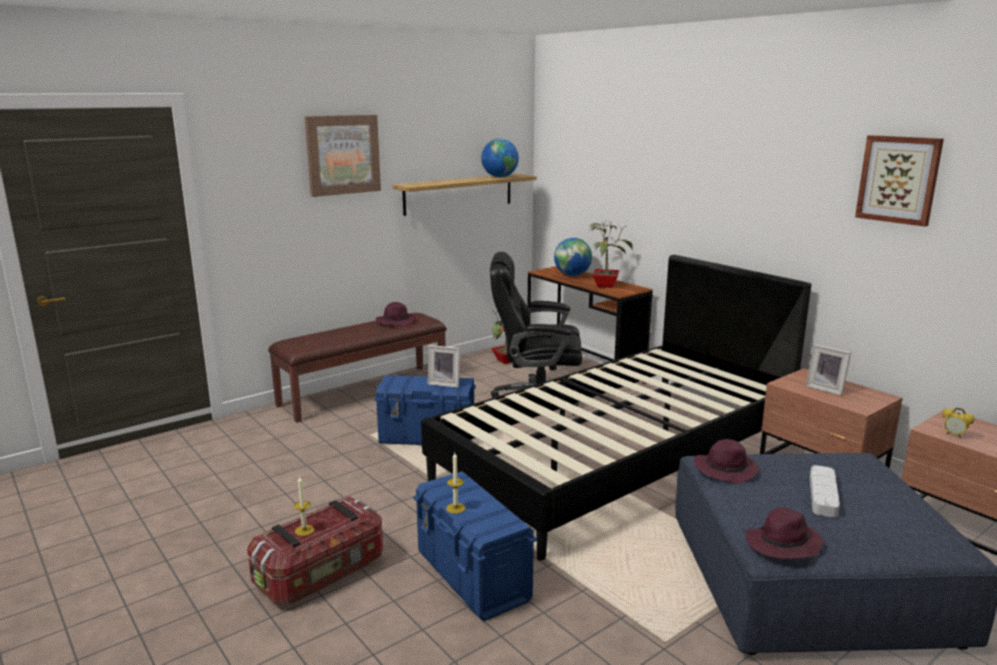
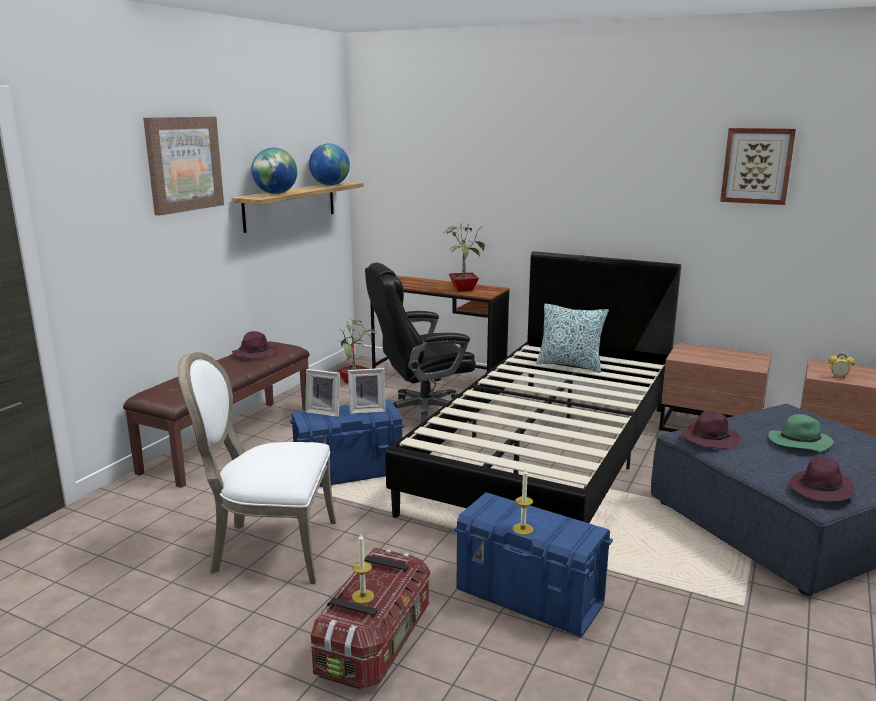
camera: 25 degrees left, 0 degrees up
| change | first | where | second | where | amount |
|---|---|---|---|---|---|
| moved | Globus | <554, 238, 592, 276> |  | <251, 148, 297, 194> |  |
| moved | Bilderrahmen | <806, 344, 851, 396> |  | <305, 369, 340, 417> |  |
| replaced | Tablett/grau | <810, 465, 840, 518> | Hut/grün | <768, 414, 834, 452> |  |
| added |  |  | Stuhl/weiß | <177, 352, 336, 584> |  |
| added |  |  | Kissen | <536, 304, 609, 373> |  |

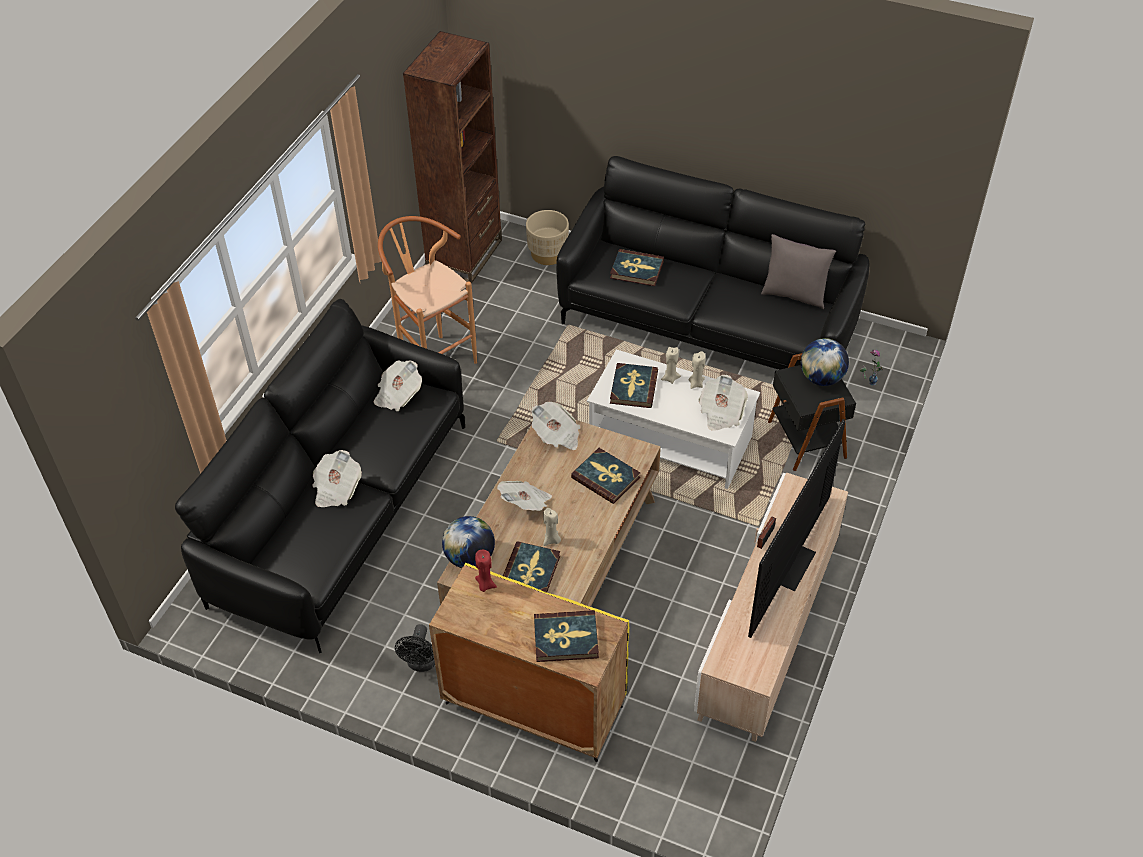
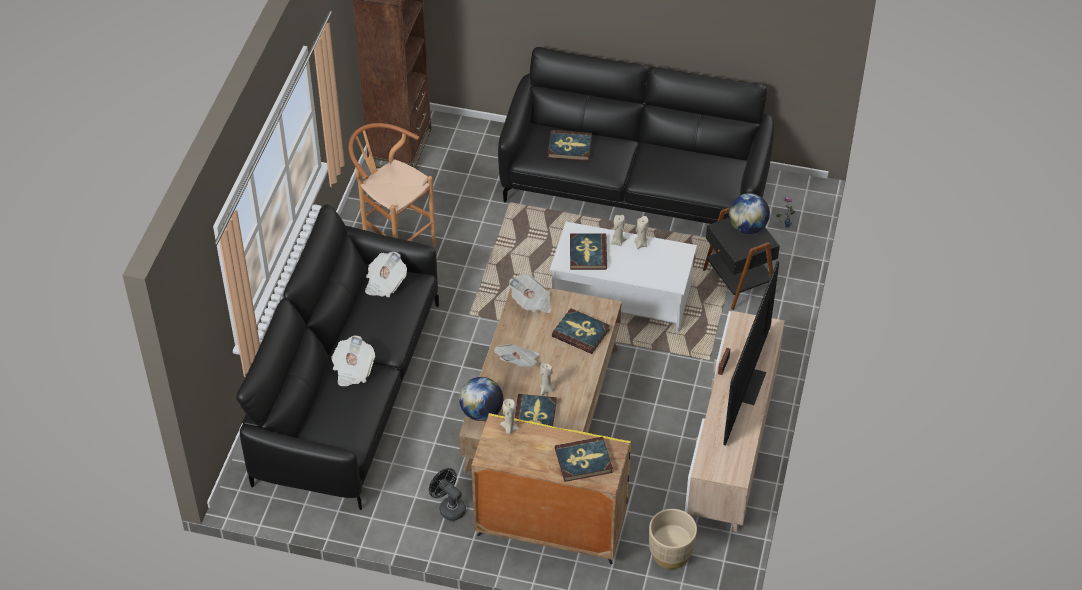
camera: 10 degrees left, 0 degrees up
| change | first | where | second | where | amount |
|---|---|---|---|---|---|
| turned | Ventilator/schwarz | <395, 624, 435, 672> |  | <429, 468, 466, 521> | 135 degrees clockwise |
| recoloured | Kerze/rot | <475, 550, 497, 592> | Kerze/beige | <500, 399, 519, 434> |  |
| moved | Pflanzkübel/beige | <526, 210, 569, 265> |  | <649, 509, 697, 569> |  |
| removed | Zeitung | <699, 375, 748, 431> |  |  |  |
| removed | Kissen/grau | <761, 234, 836, 309> |  |  |  |

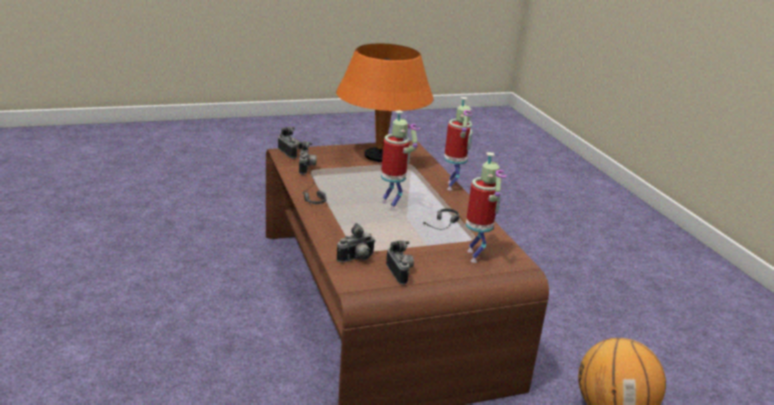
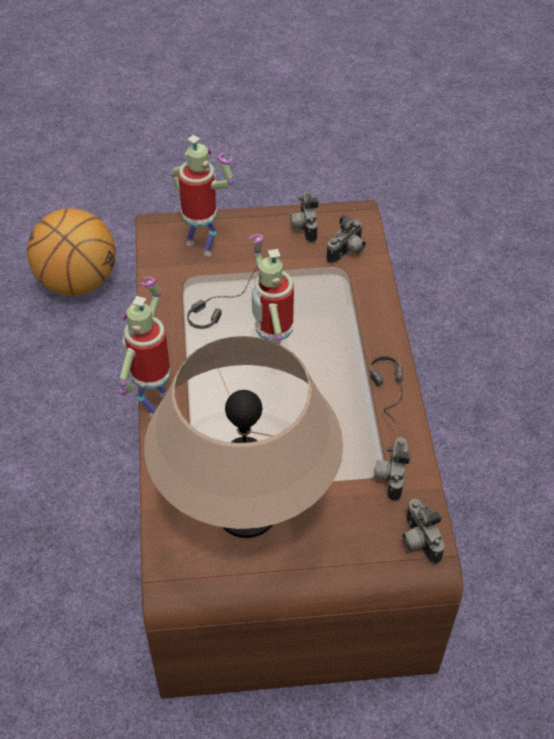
camera: 165 degrees left, 25 degrees up
| change | first | where | second | where | amount |
|---|---|---|---|---|---|
| recoloured | Tischlampe/orange | <336, 44, 434, 162> | Tischlampe/beige | <144, 336, 343, 538> |  |
| turned | Kamera | <336, 223, 376, 262> |  | <326, 214, 366, 264> | 150 degrees clockwise |
| turned | Spielzeugroboter | <466, 152, 507, 263> |  | <170, 135, 234, 257> | 120 degrees clockwise |

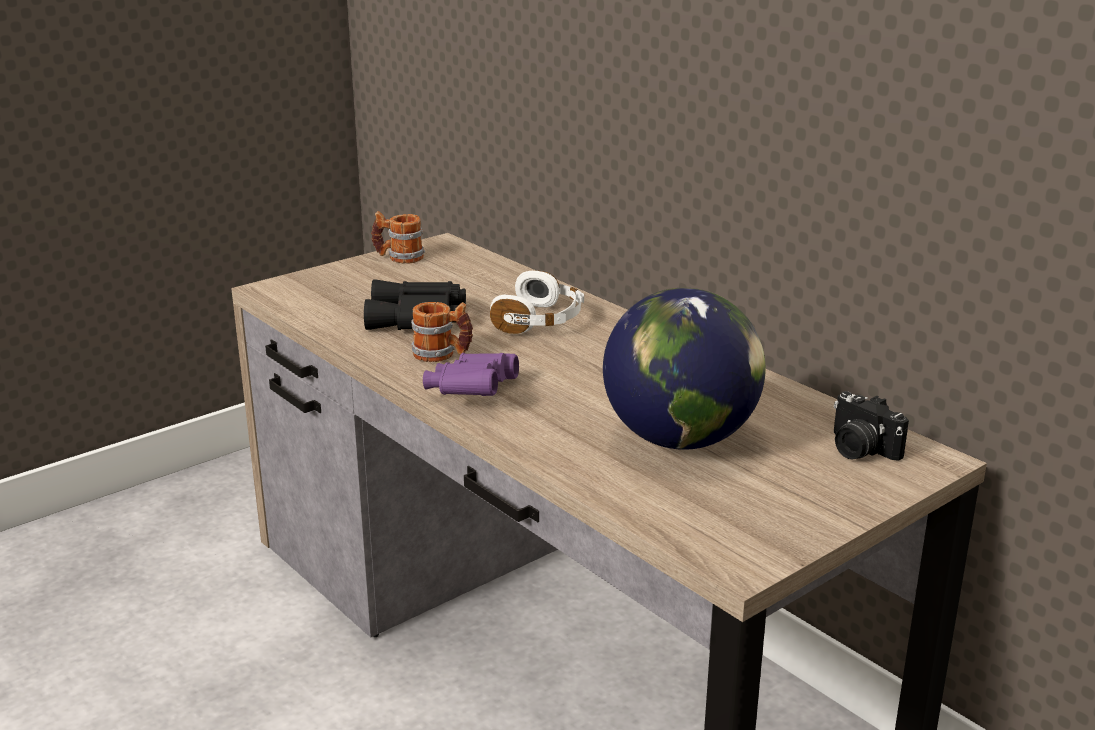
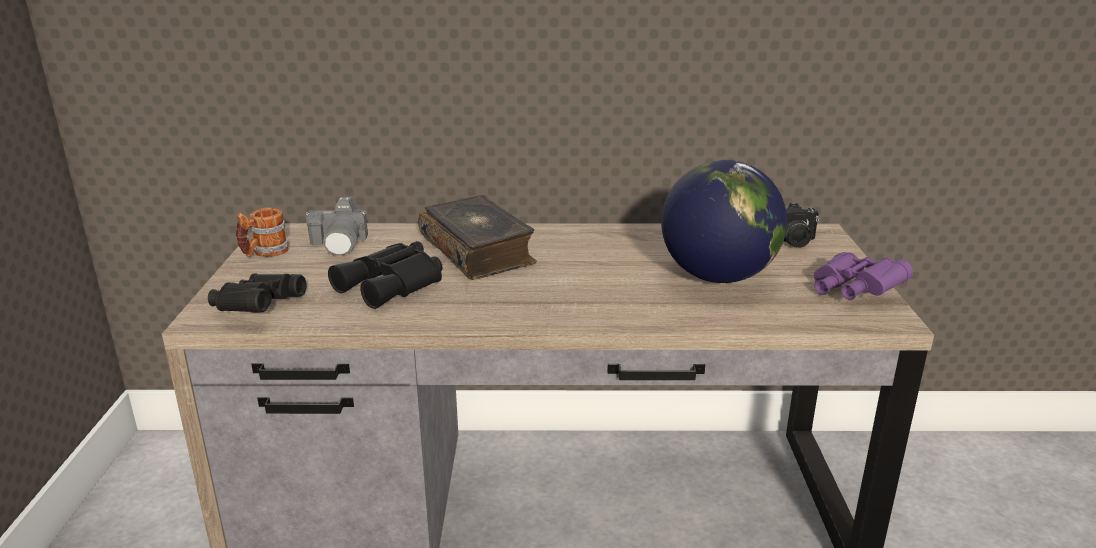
camera: 50 degrees left, 0 degrees up
| change | first | where | second | where | amount |
|---|---|---|---|---|---|
| removed | Henkelbecher | <411, 302, 473, 362> |  |  |  |
| moved | Fernglas/lila | <423, 353, 519, 396> |  | <814, 252, 913, 300> |  |
| replaced | Kopfhörer/weiß | <490, 271, 584, 334> | Buch | <418, 195, 537, 280> |  |
| added |  |  | Fernglas/schwarz | <208, 273, 307, 313> |  |
| added |  |  | Kamera | <306, 197, 368, 255> |  |

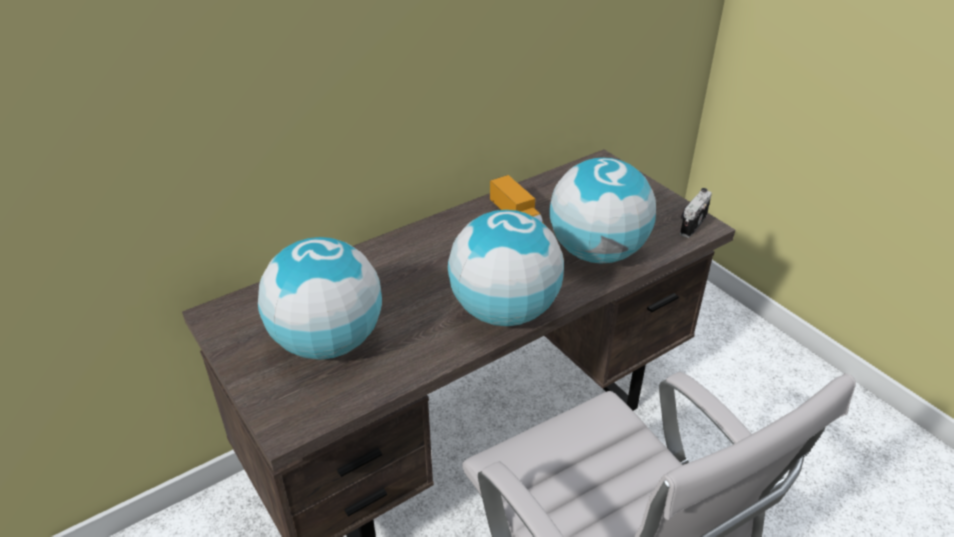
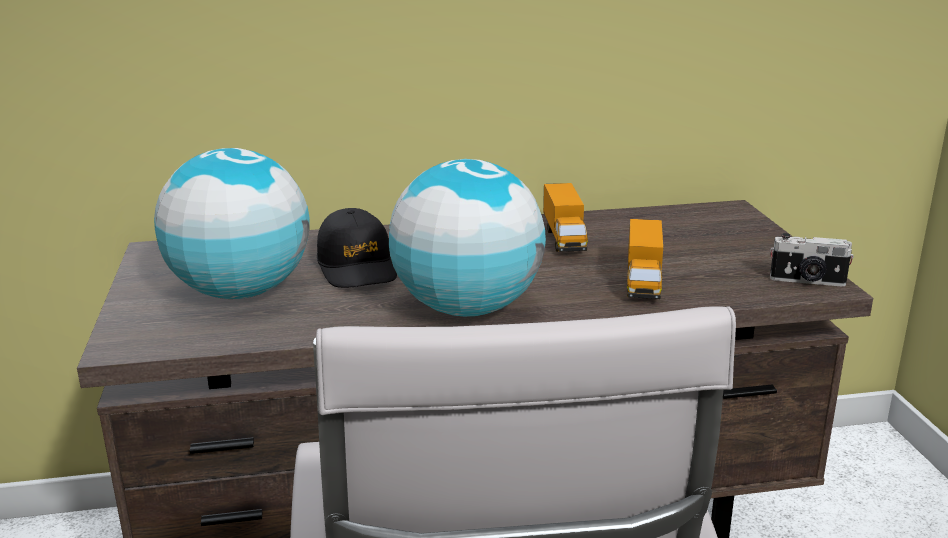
camera: 25 degrees right, 15 degrees down
| change | first | where | second | where | amount |
|---|---|---|---|---|---|
| replaced | Globus | <549, 157, 656, 264> | Spielzeuglaster | <627, 219, 663, 299> |  |
| turned | Kamera | <680, 188, 712, 238> |  | <770, 233, 854, 287> | 135 degrees counterclockwise |
| added |  |  | Kappe/schwarz | <317, 208, 397, 288> |  |

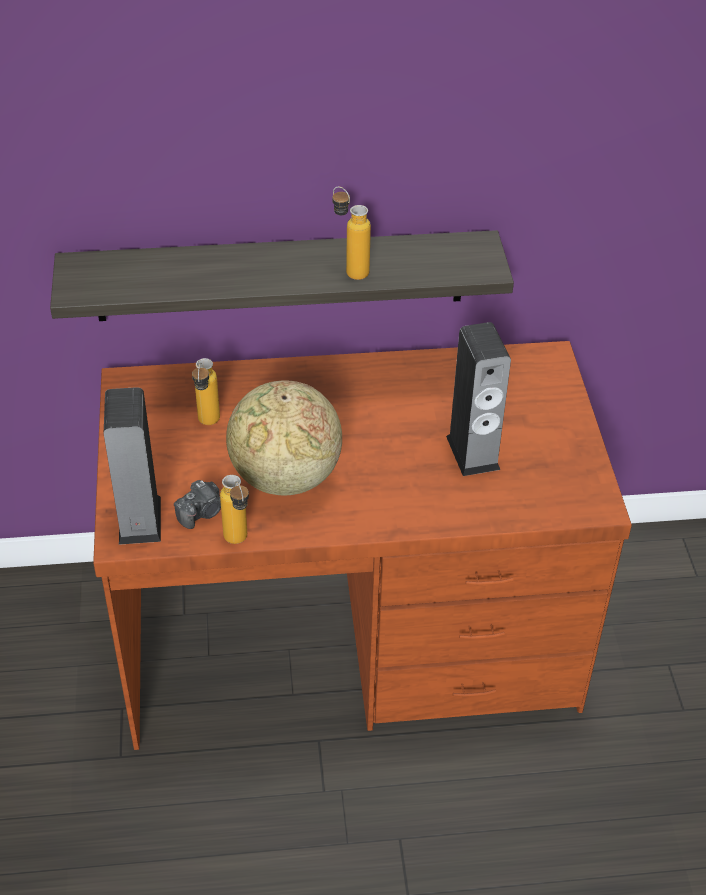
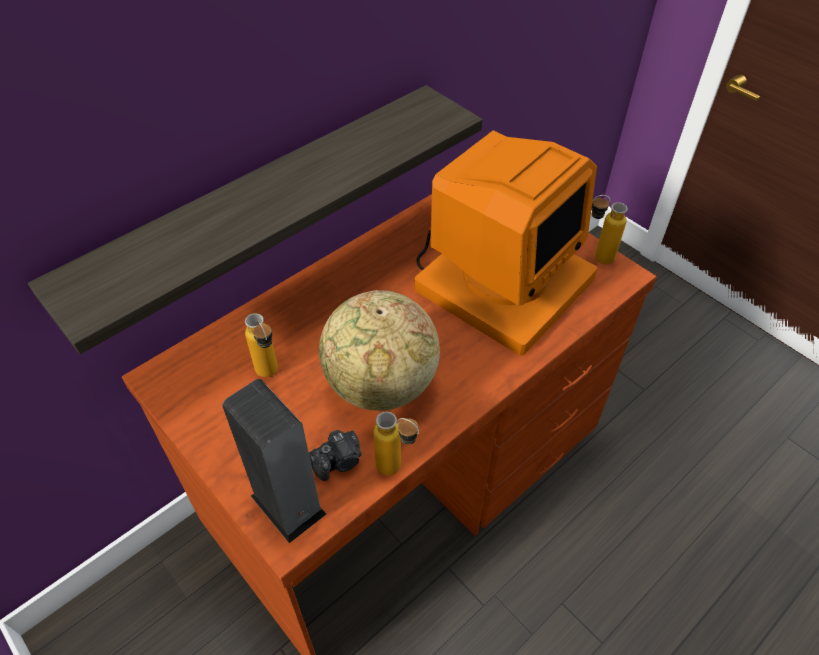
camera: 35 degrees left, 5 degrees up
| change | first | where | second | where | amount |
|---|---|---|---|---|---|
| turned | Kamera | <174, 480, 221, 529> |  | <309, 430, 361, 481> | 45 degrees clockwise |
| moved | Flasche | <333, 187, 371, 280> |  | <592, 195, 628, 265> |  |
| replaced | Lautsprecher | <446, 322, 511, 476> | Monitor | <414, 130, 597, 356> |  |

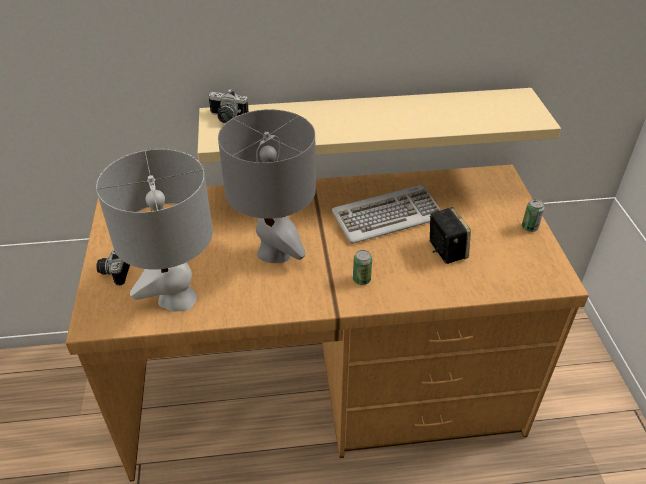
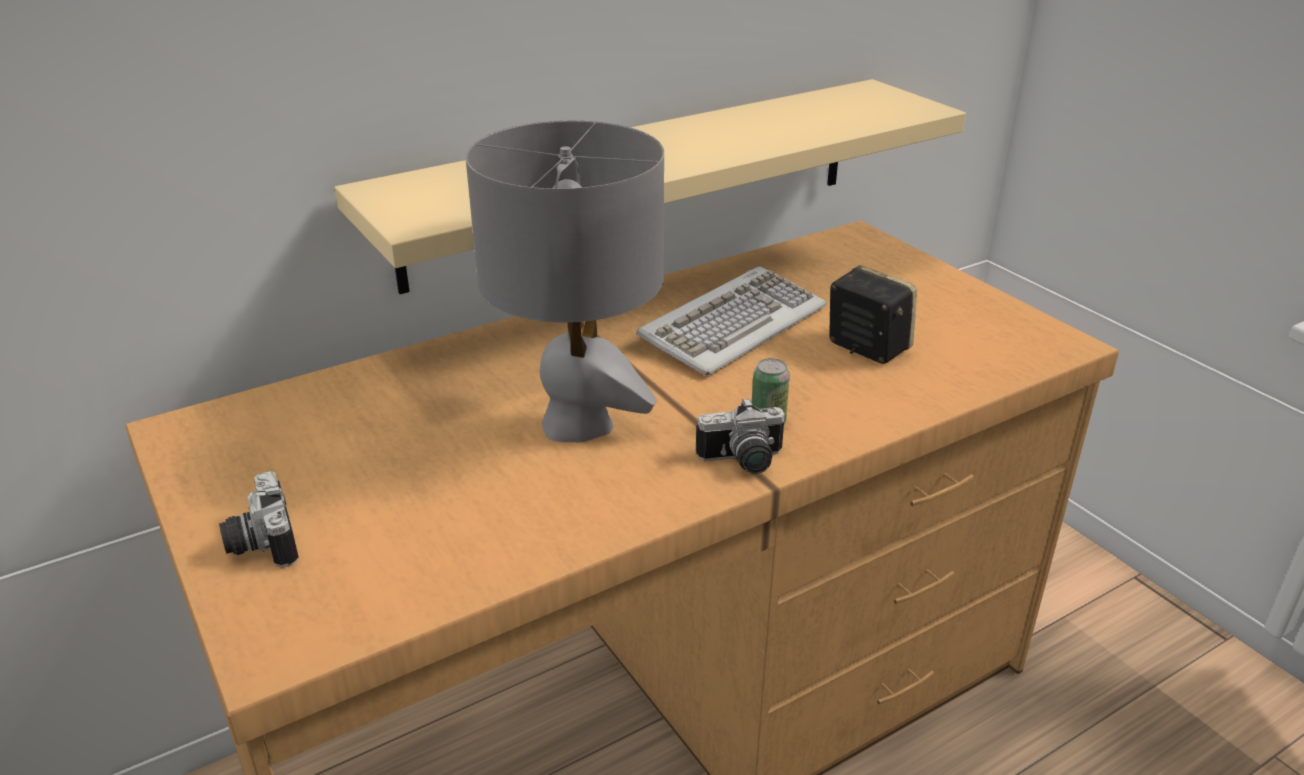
camera: 25 degrees left, 10 degrees down
| change | first | where | second | where | amount |
|---|---|---|---|---|---|
| removed | Tischlampe/grau | <96, 149, 213, 312> |  |  |  |
| moved | Kamera | <208, 89, 249, 123> |  | <696, 398, 785, 474> |  |
| removed | Dose | <522, 199, 545, 232> |  |  |  |

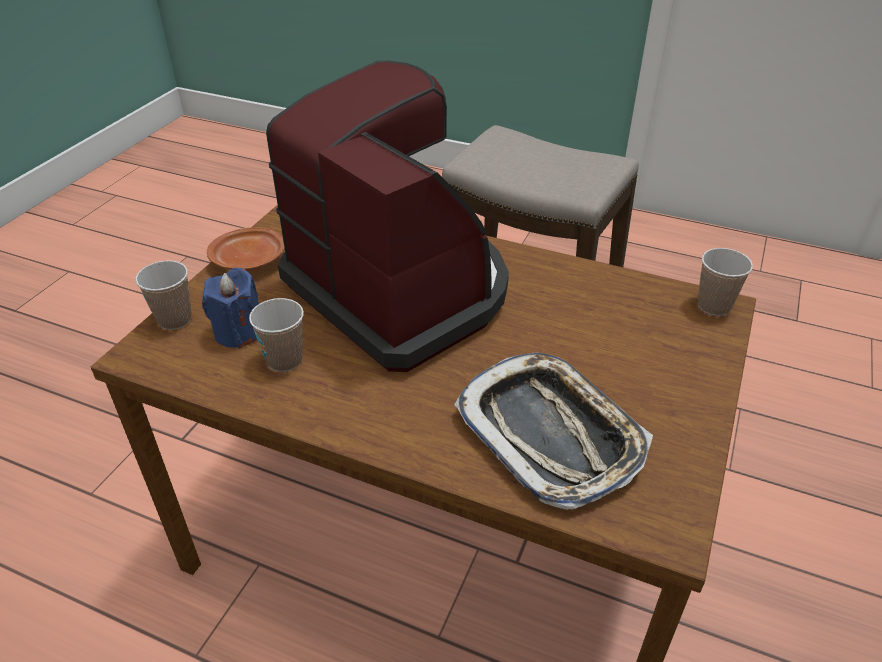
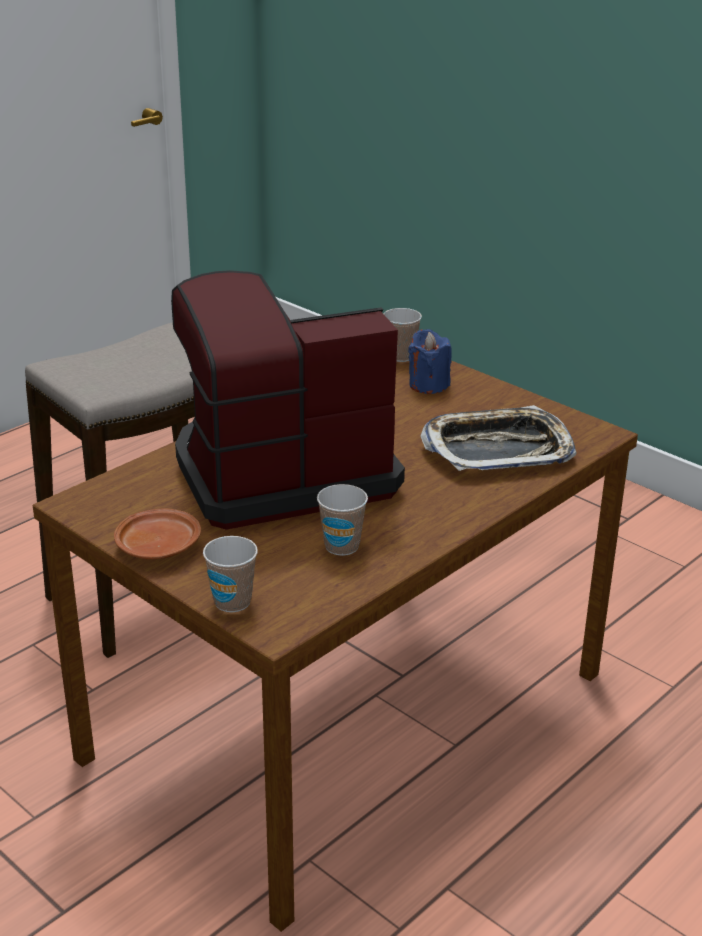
camera: 70 degrees left, 10 degrees down
| change | first | where | second | where | amount |
|---|---|---|---|---|---|
| moved | Kerze/blau | <202, 267, 259, 349> |  | <408, 329, 452, 394> |  |

